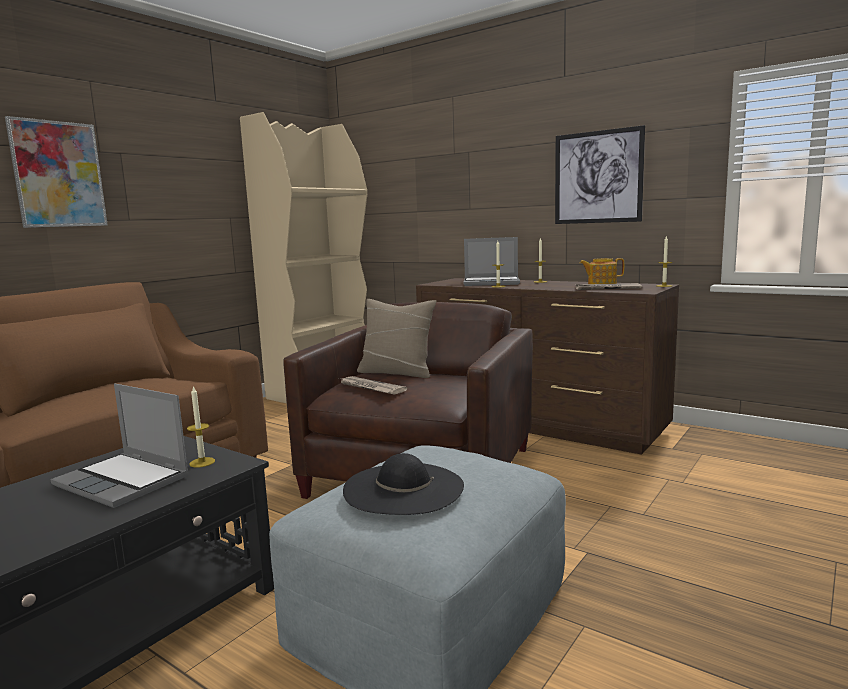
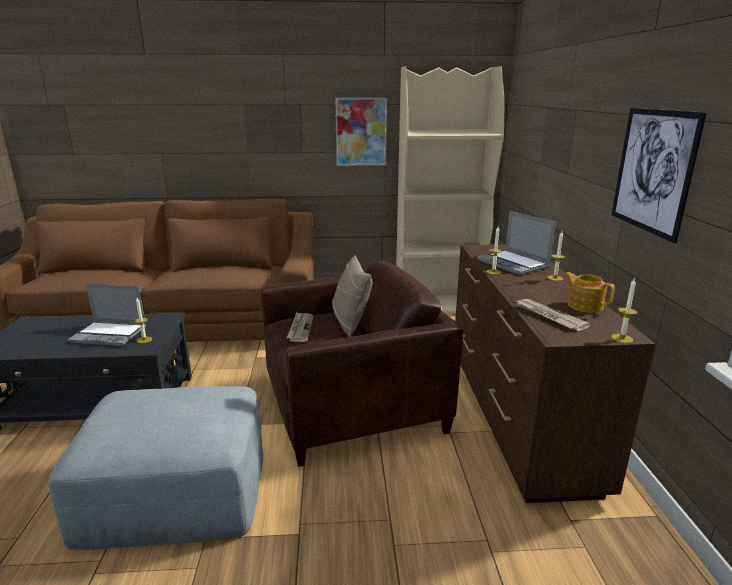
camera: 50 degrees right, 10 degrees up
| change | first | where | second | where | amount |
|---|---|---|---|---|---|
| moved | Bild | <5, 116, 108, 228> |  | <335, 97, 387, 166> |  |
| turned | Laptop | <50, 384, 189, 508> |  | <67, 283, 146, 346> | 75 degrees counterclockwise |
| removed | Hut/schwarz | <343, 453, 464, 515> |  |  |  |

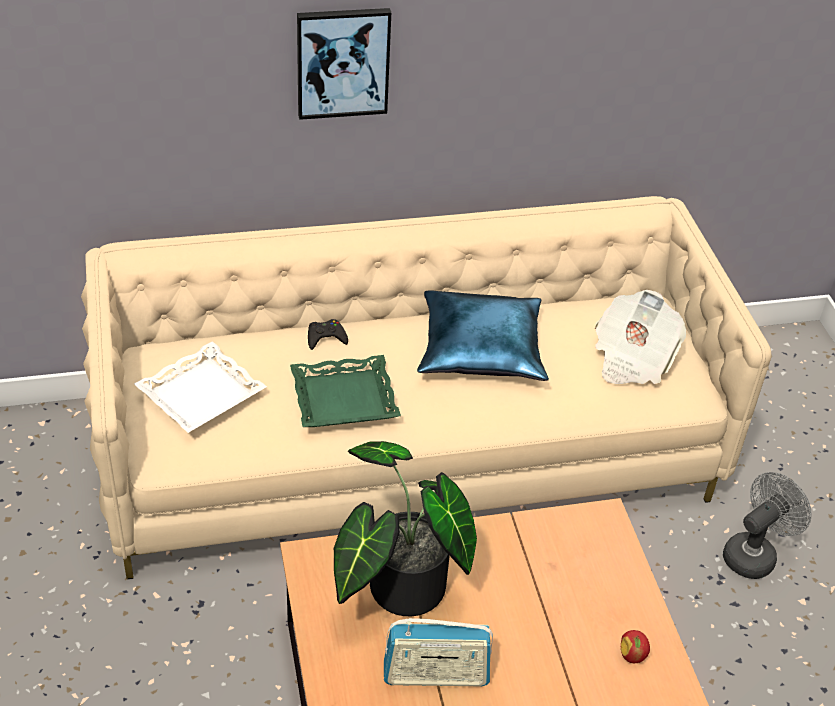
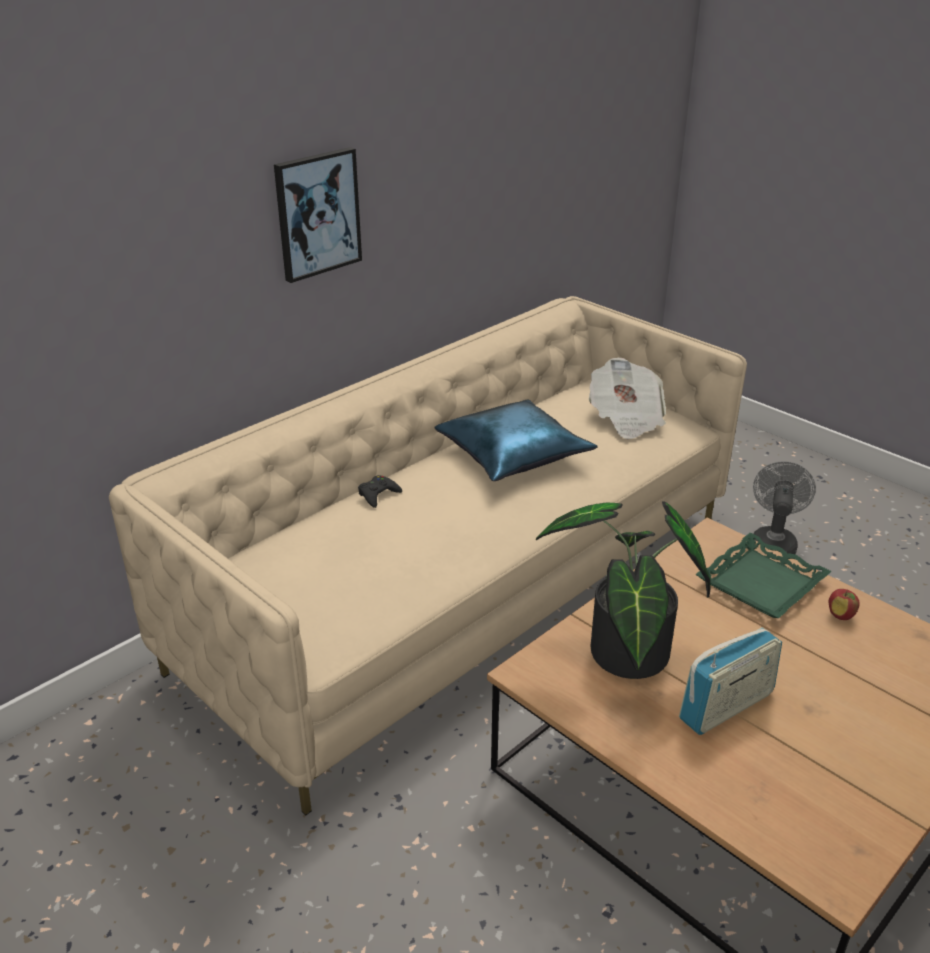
camera: 30 degrees left, 10 degrees down
| change | first | where | second | where | amount |
|---|---|---|---|---|---|
| removed | Tablett/weiß | <134, 341, 267, 433> |  |  |  |
| moved | Tablett/grün | <290, 355, 401, 427> |  | <695, 533, 832, 618> |  |

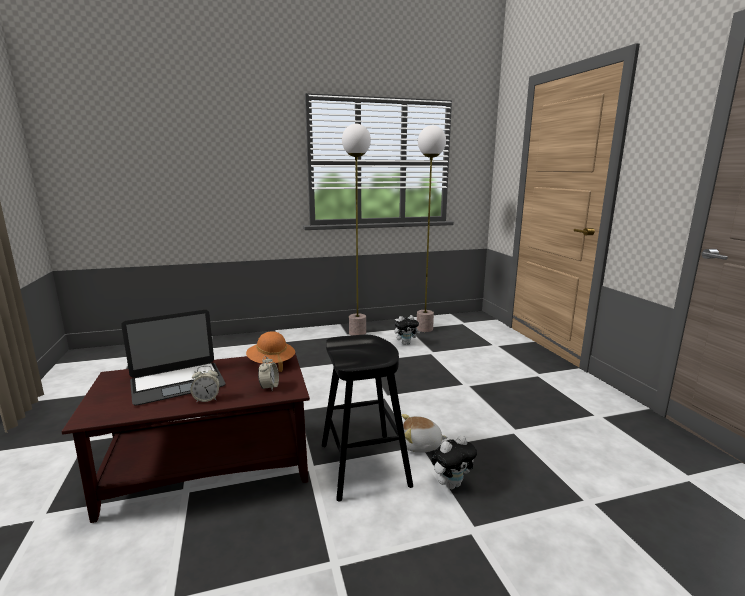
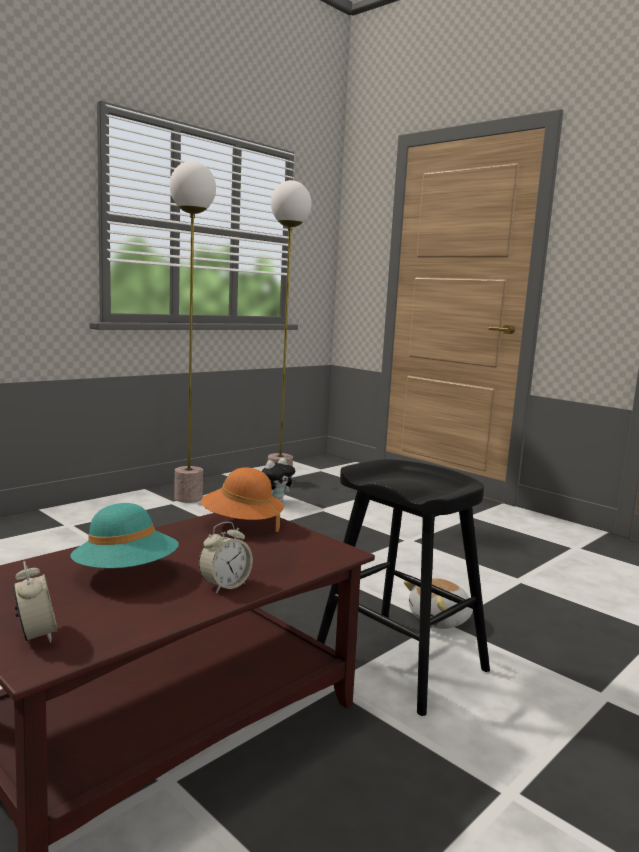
camera: 30 degrees left, 5 degrees down
| change | first | where | second | where | amount |
|---|---|---|---|---|---|
| replaced | Laptop | <121, 310, 225, 406> | Hut/türkis | <71, 503, 179, 568> |  |
| moved | Wecker | <258, 356, 279, 390> |  | <13, 561, 58, 643> |  |
| removed | Plüschtier | <431, 435, 477, 489> |  |  |  |

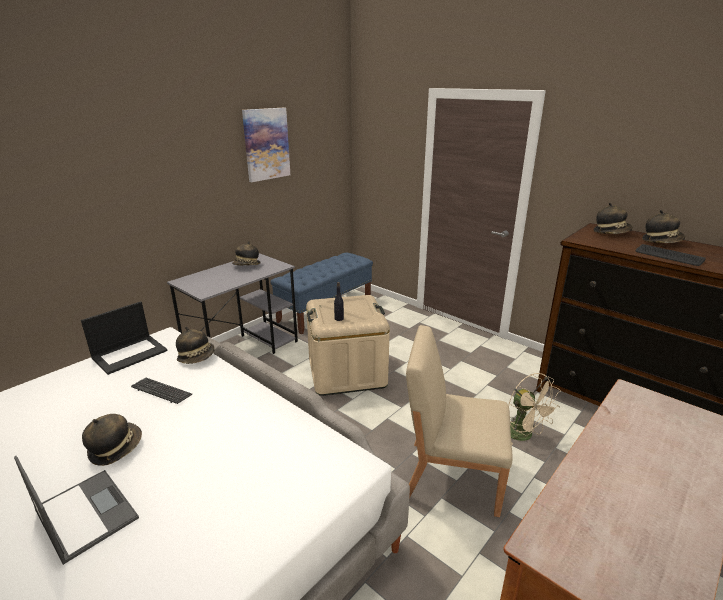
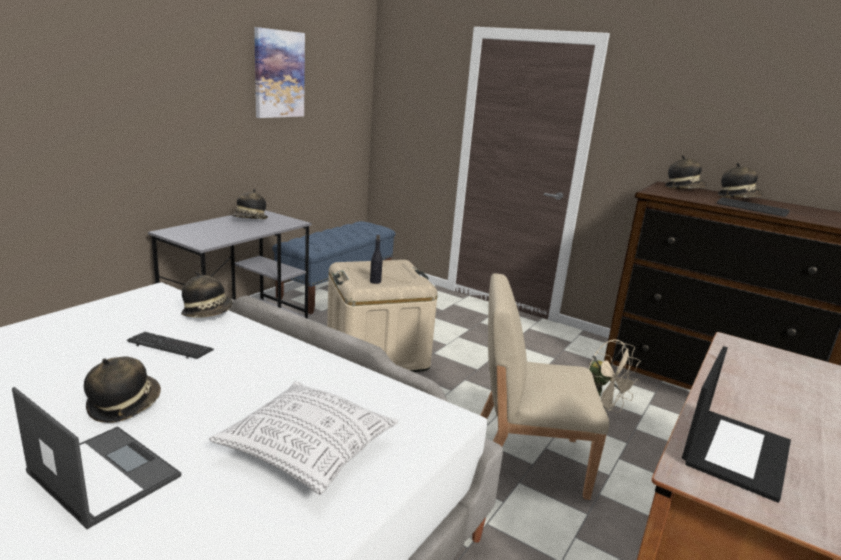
camera: 10 degrees left, 5 degrees down
| change | first | where | second | where | amount |
|---|---|---|---|---|---|
| moved | Laptop | <81, 301, 167, 375> |  | <682, 346, 791, 503> |  |
| added |  |  | Kissen | <209, 381, 399, 495> |  |

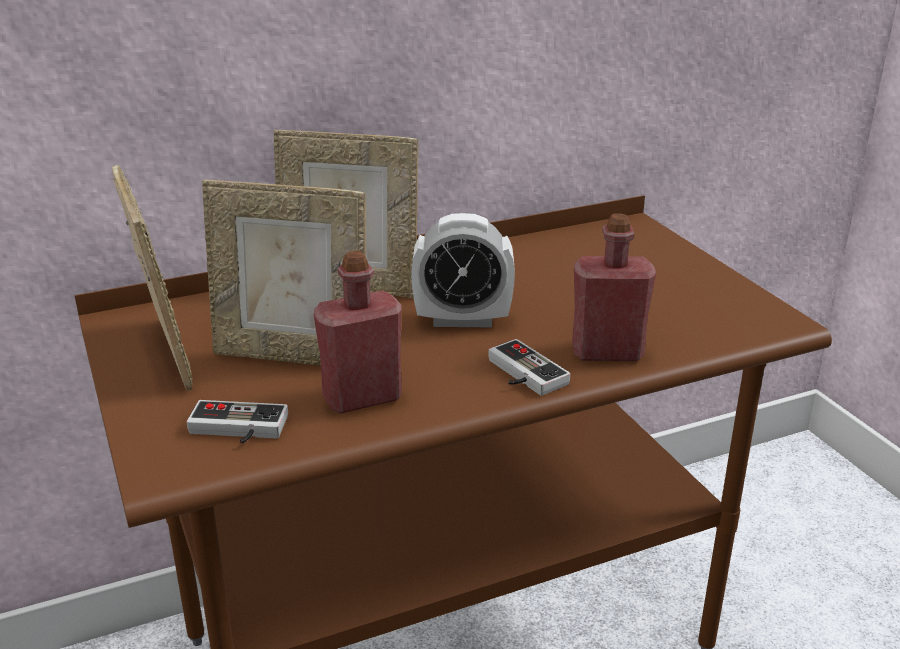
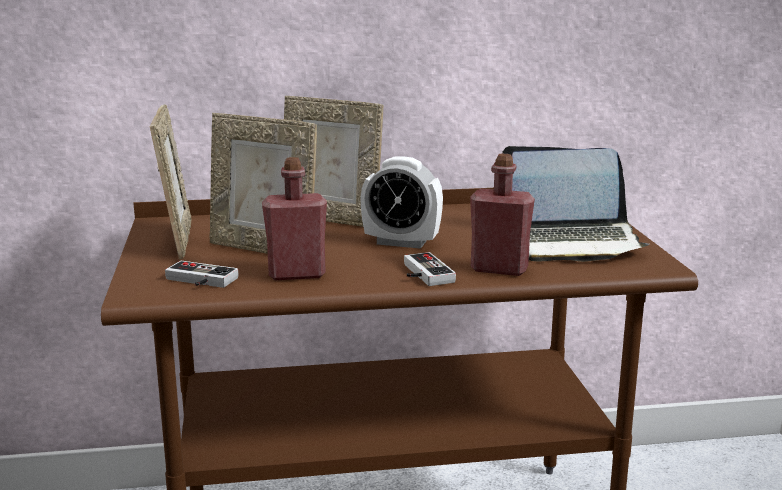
camera: 15 degrees right, 10 degrees down
| change | first | where | second | where | amount |
|---|---|---|---|---|---|
| added |  |  | Laptop | <502, 146, 650, 262> |  |

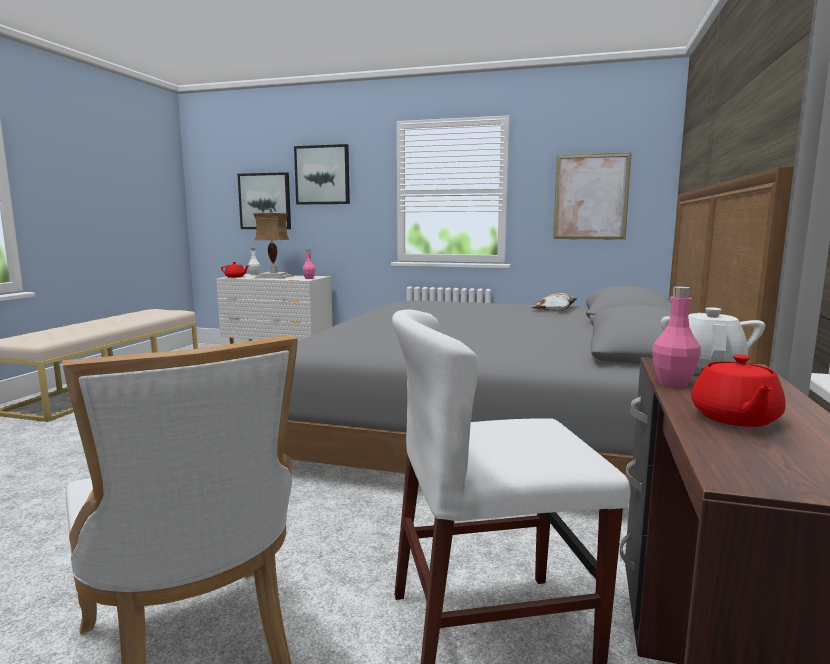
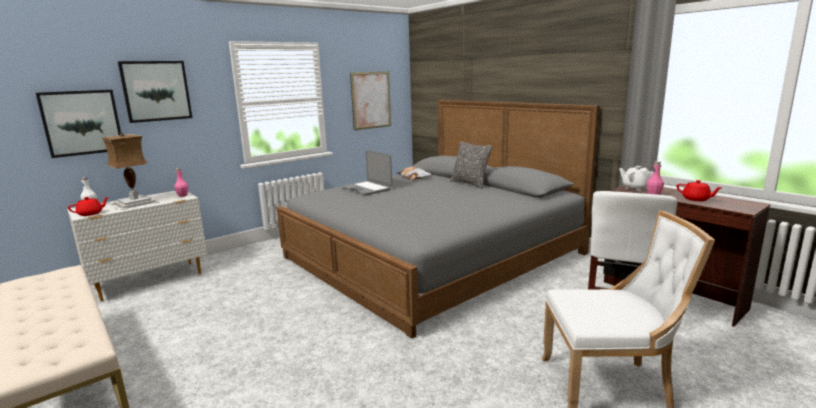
camera: 55 degrees left, 5 degrees up
| change | first | where | second | where | amount |
|---|---|---|---|---|---|
| added |  |  | Laptop | <341, 150, 392, 195> |  |
| added |  |  | Kissen | <450, 141, 493, 189> |  |

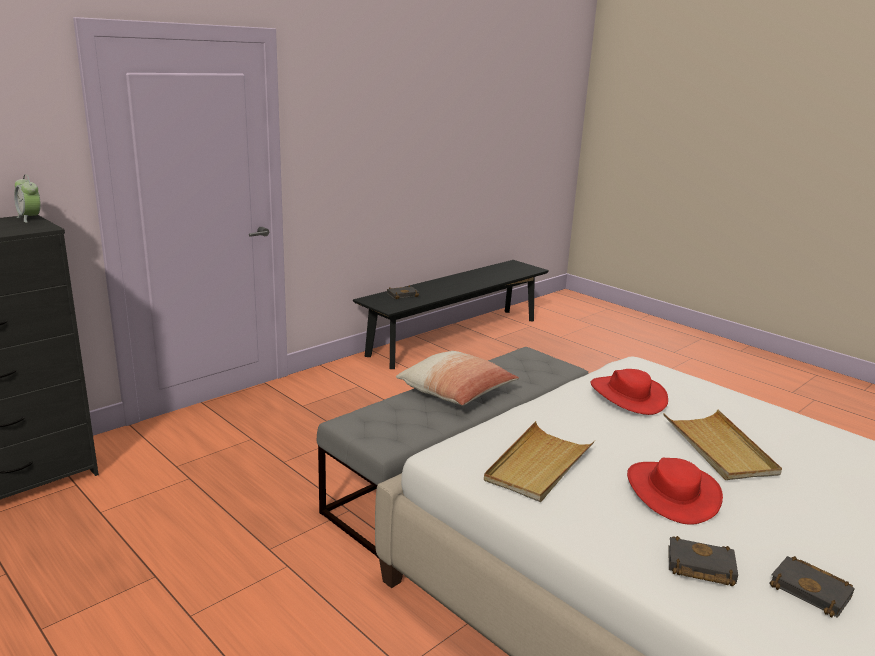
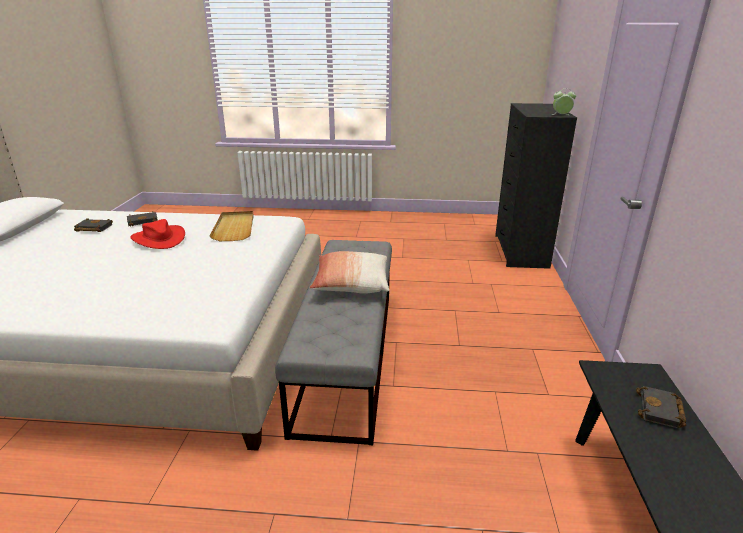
camera: 140 degrees right, 5 degrees up
| change | first | where | second | where | amount |
|---|---|---|---|---|---|
| removed | Hut/rot | <590, 369, 668, 415> |  |  |  |
| removed | Tablett/beige | <663, 409, 782, 480> |  |  |  |

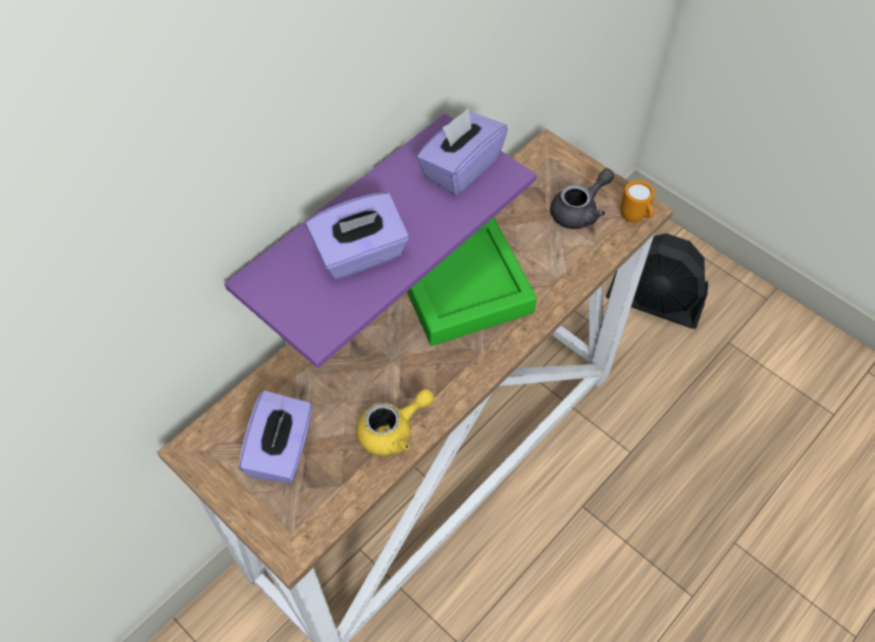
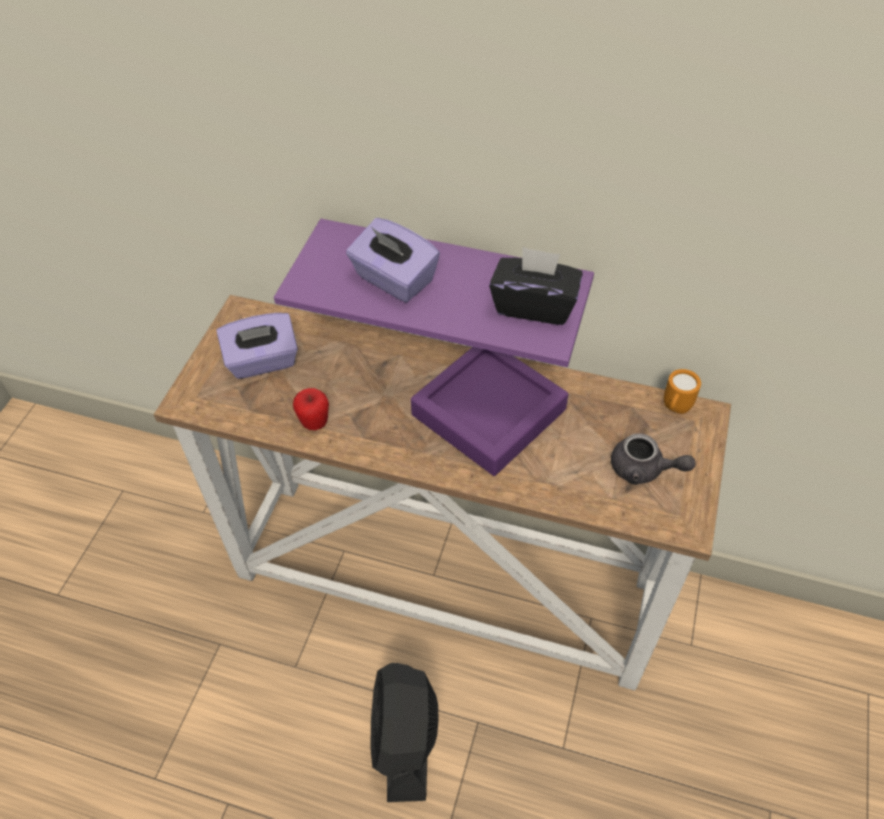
camera: 65 degrees right, 5 degrees down
| change | first | where | second | where | amount |
|---|---|---|---|---|---|
| replaced | Teekanne/gelb | <356, 389, 434, 456> | Apfel | <293, 388, 329, 430> |  |
| recoloured | Tablett/grün | <407, 217, 537, 346> | Tablett/lila | <411, 347, 568, 476> |  |
| recoloured | Taschentuchbox/lila | <416, 108, 508, 196> | Taschentuchbox/schwarz | <489, 247, 582, 325> |  |
| moved | Ventilator/schwarz | <606, 233, 708, 329> |  | <370, 663, 439, 802> |  |
| moved | Henkelbecher/orange | <621, 180, 655, 222> |  | <664, 369, 701, 414> |  |

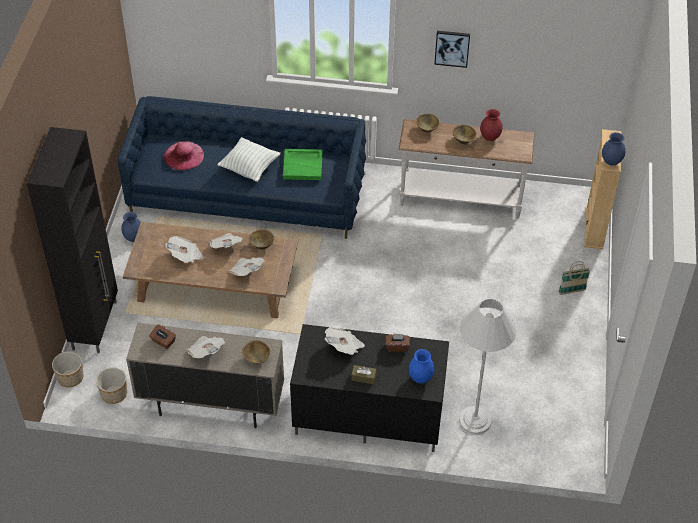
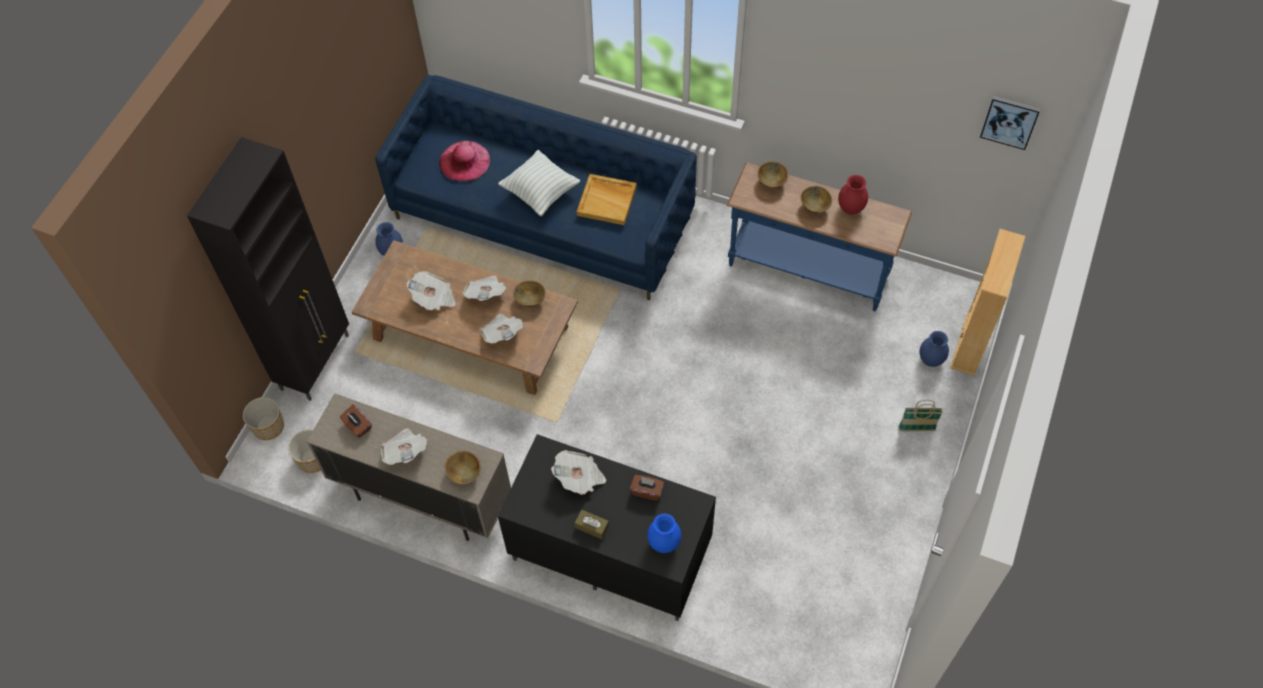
camera: 15 degrees right, 10 degrees up
| change | first | where | second | where | amount |
|---|---|---|---|---|---|
| recoloured | Tablett/grün | <283, 149, 323, 180> | Tablett/beige | <577, 174, 637, 225> |  |
| recoloured | Konsolentisch/weiß | <399, 119, 535, 219> | Konsolentisch/blau | <727, 163, 912, 311> |  |
| moved | Bild | <434, 31, 470, 68> |  | <980, 96, 1041, 150> |  |
| removed | Stehlampe/weiß | <459, 299, 516, 434> |  |  |  |
| moved | Vase/blau | <602, 132, 626, 166> |  | <920, 331, 949, 367> |  |

